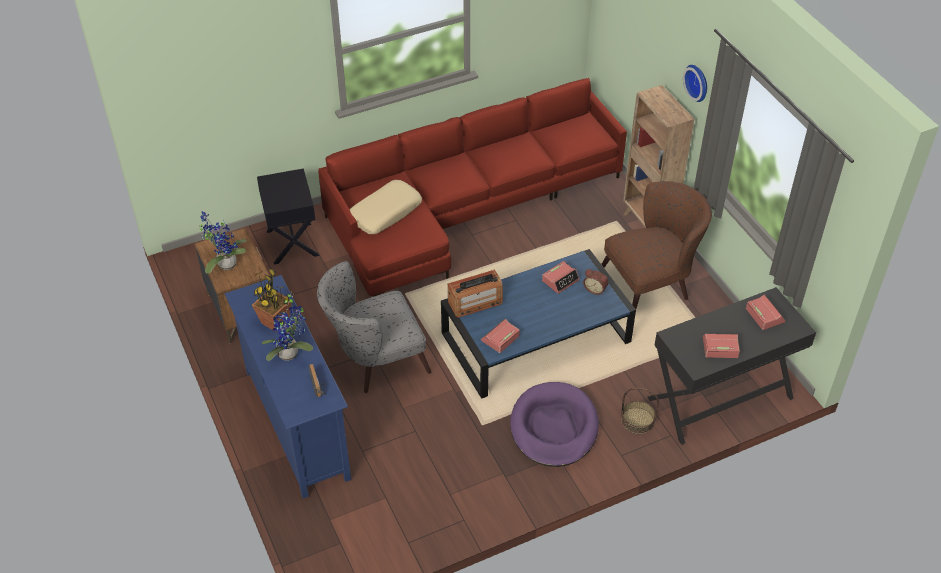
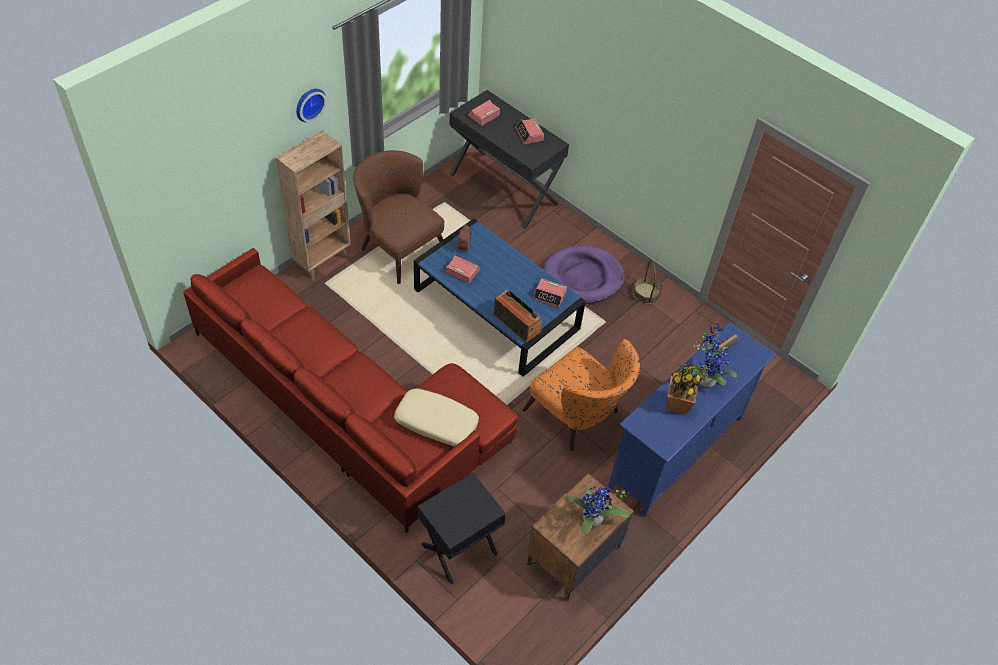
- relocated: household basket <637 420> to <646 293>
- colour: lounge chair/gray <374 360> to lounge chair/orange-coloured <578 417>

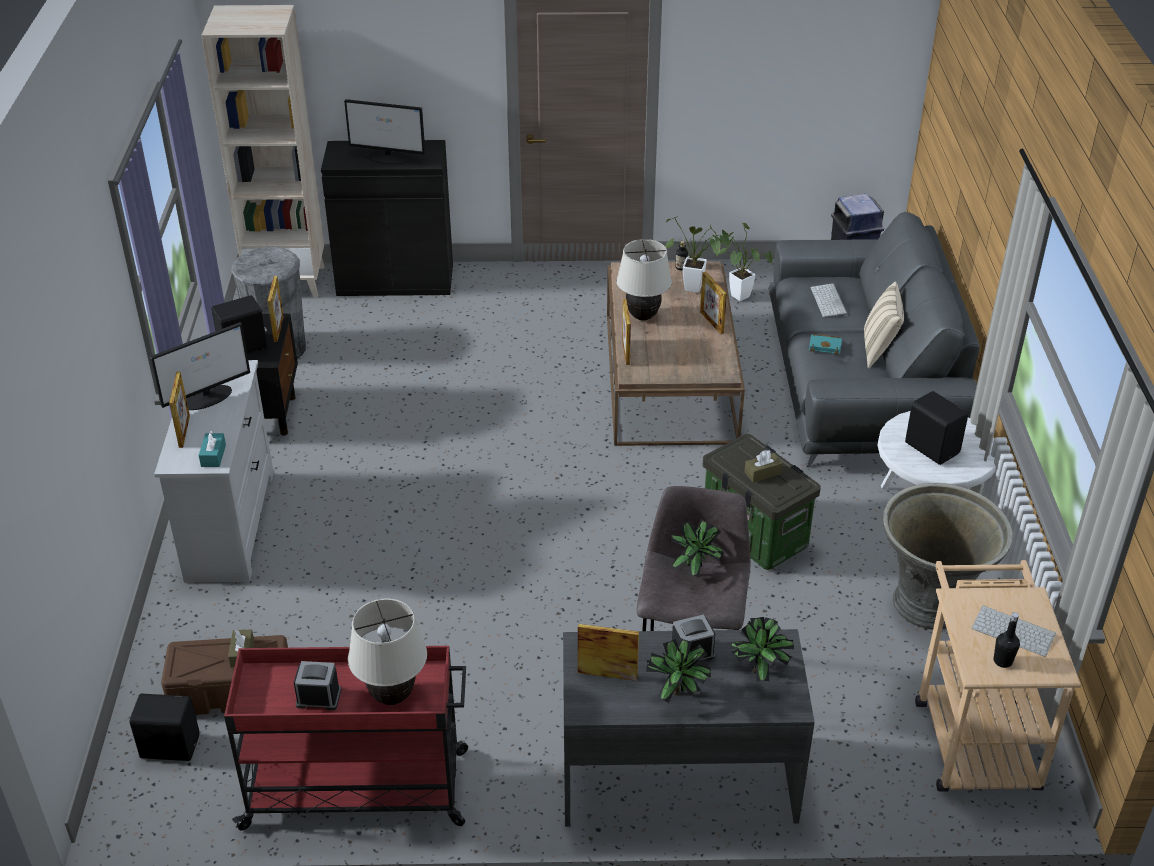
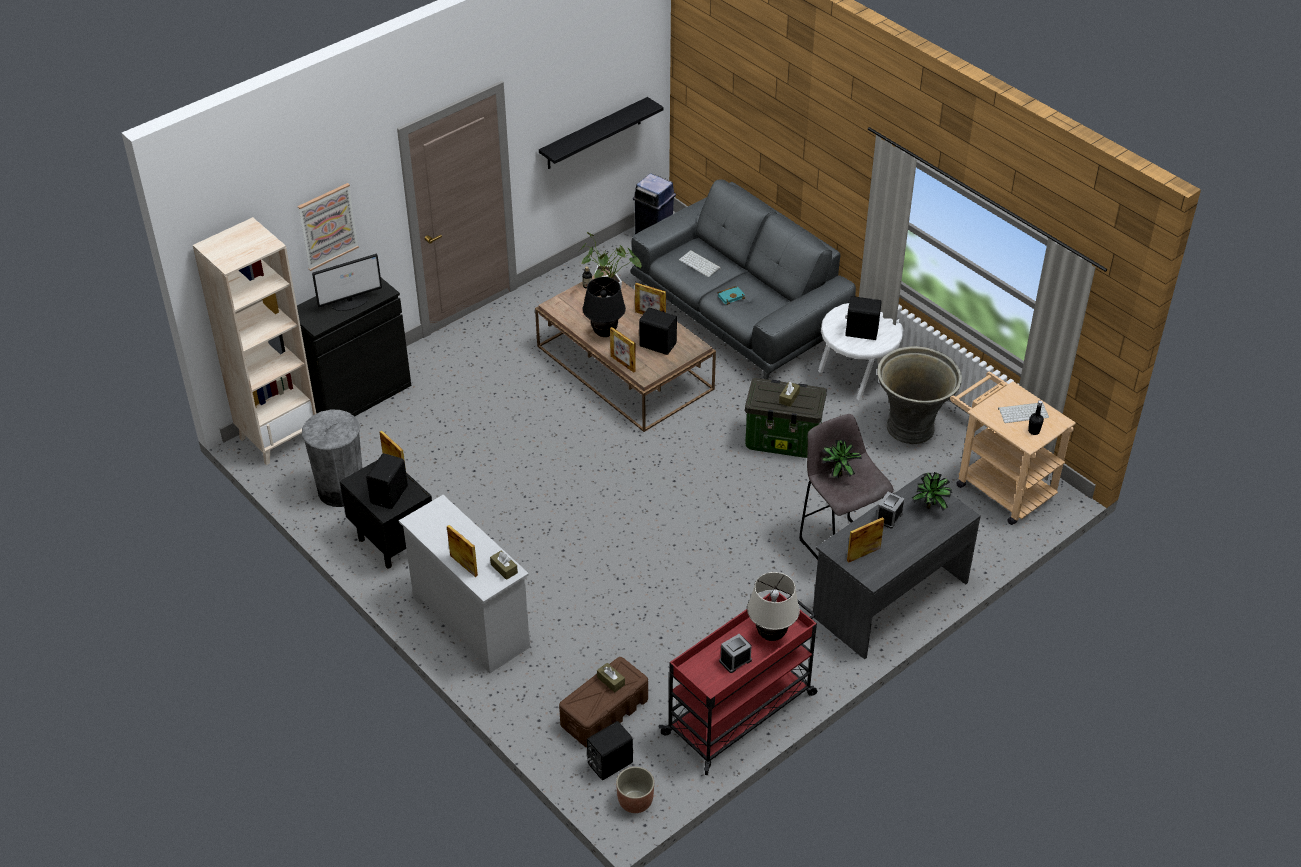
- missing: computer display <207 397>
- missing: plant in a pot <678 696>
- missing: throw pillow/beige-coloured <879 350>
- appeared: wall art <327 226>
- appeared: bracket shelf/blackish <594 134>
- appeared: planter <635 801>
- appeared: loudspeaker/blackish <657 344>
- colour: tissue box/turquoise <213 456> to tissue box/brown <504 568>
- colour: table lamp/beige-coloured <643 316> to table lamp/blackish <604 333>

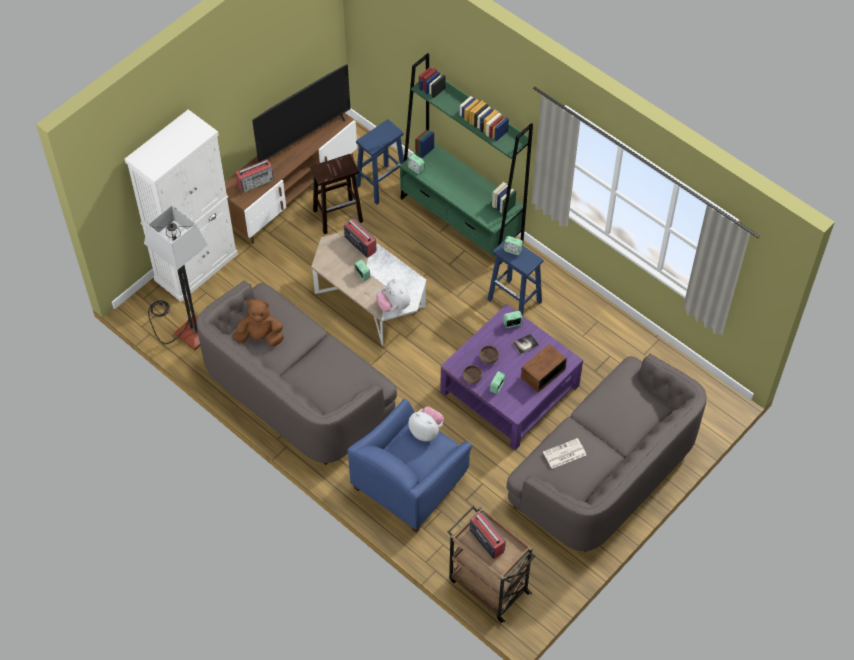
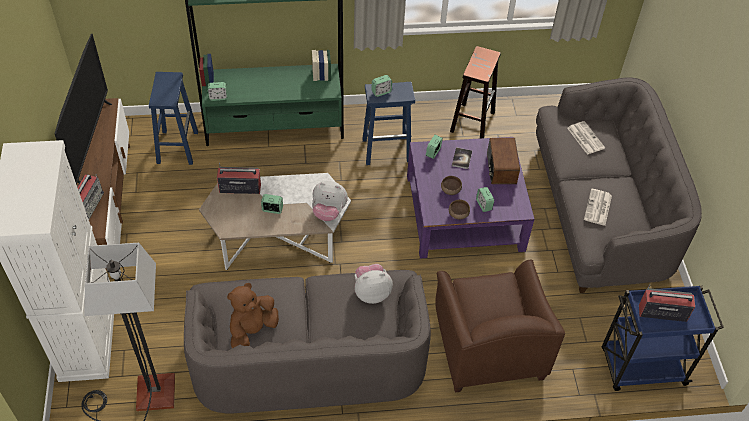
- appeared: printed paper <585 138>
- relocated: stool/brown <338 215> to <472 121>
- relocated: cuddly toy <426 431> to <371 292>
- colour: lounge chair/bluish <410 482> to lounge chair/brown <487 345>
- colour: trolley/brown <487 585> to trolley/bluish <641 367>

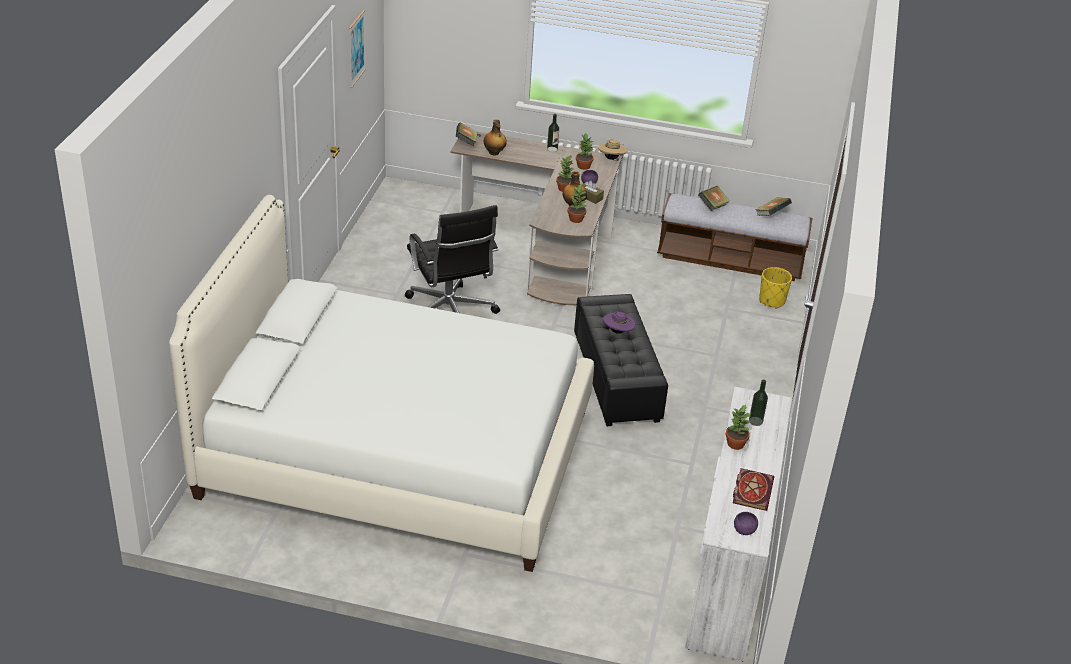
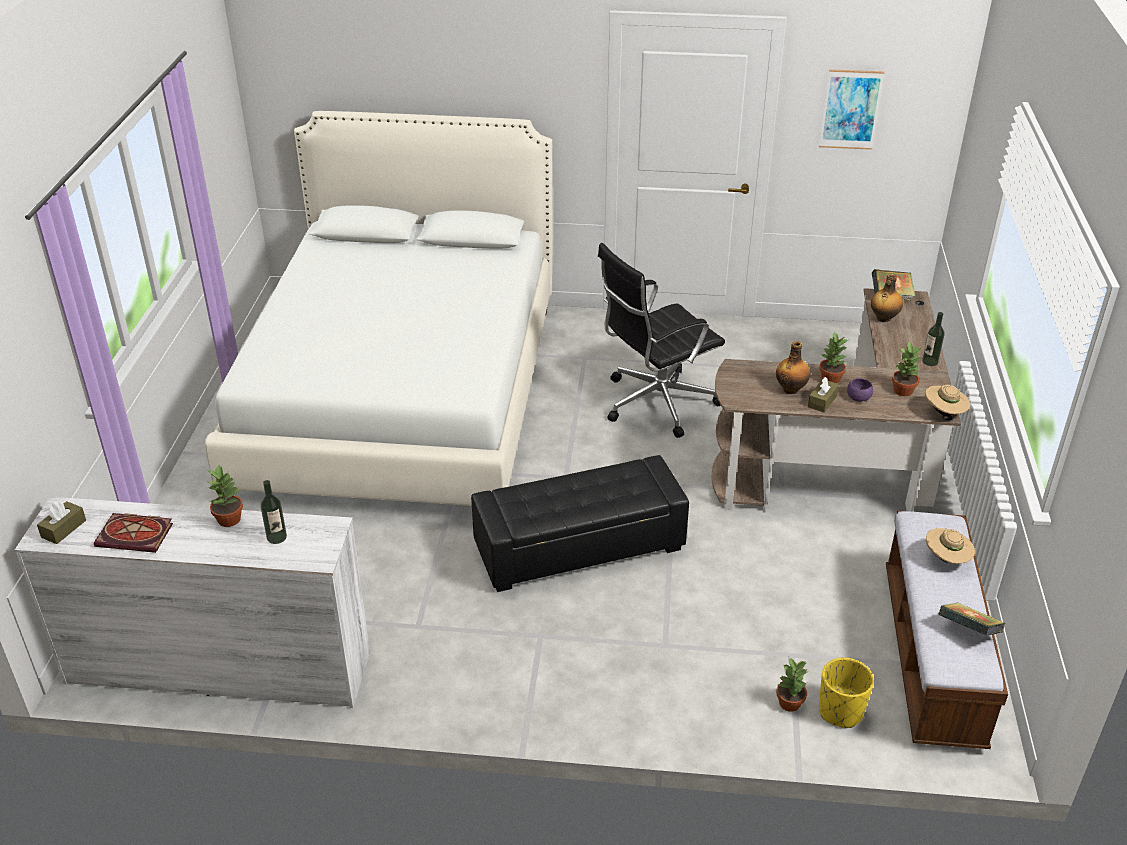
- missing: wearable hat/purplish <618 332>
- relocated: plant in a pot <576 219> to <790 703>
- exchanged: volume <712 206> to wearable hat/beige-coloured <946 559>
- exchanged: serving bowl/purplish <744 530> to tissue box/brown <64 529>

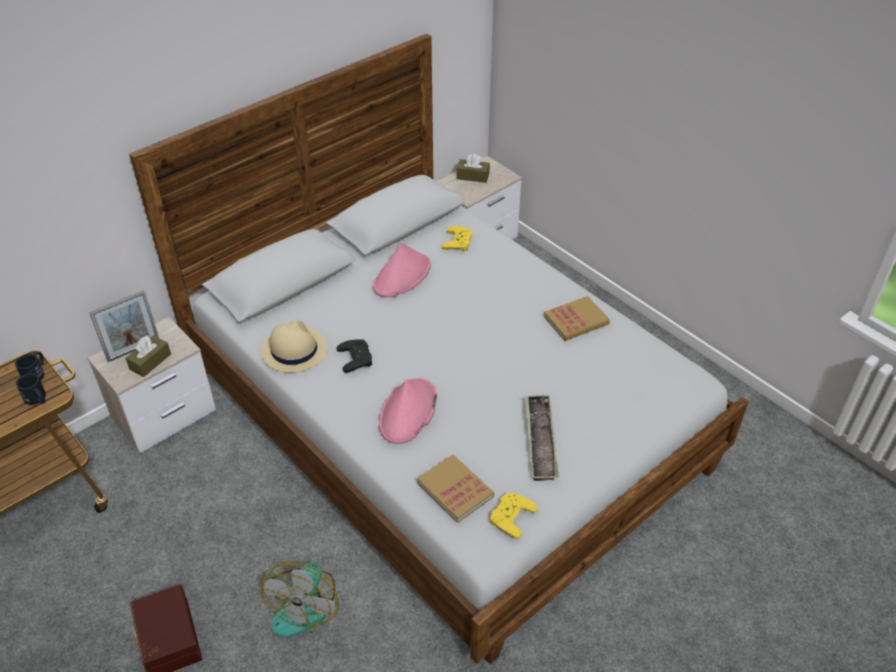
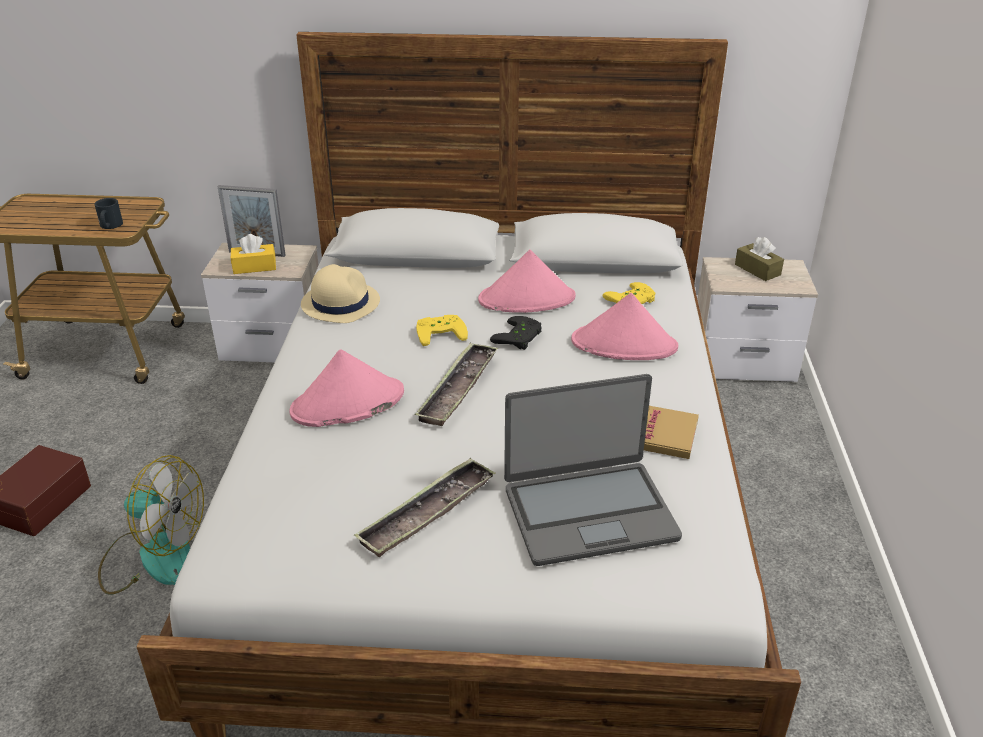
- missing: mug/blackish <36 373>
- missing: volume <455 490>
- appeared: tray <458 389>
- appeared: laptop <589 512>
- appeared: wearable hat/pink <624 344>
- relocated: game controller/blackish <358 357> to <520 337>
- relocated: game controller/yellow-coloured <509 515> to <440 332>
- colour: tissue box/brown <150 361> to tissue box/yellow-coloured <254 267>
- spun: electric fan <304 604> = <153 556> 135 degrees counterclockwise

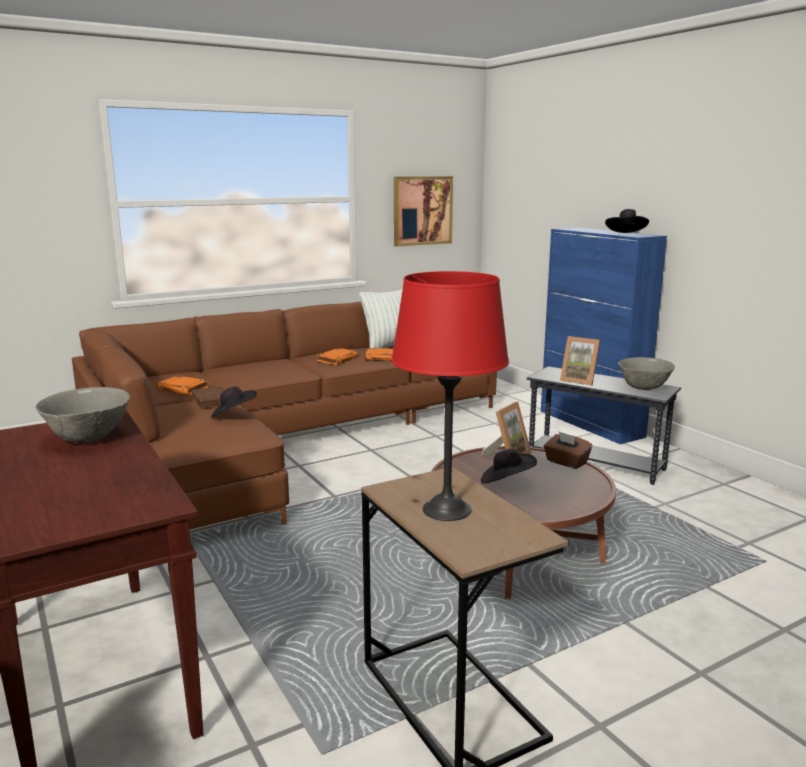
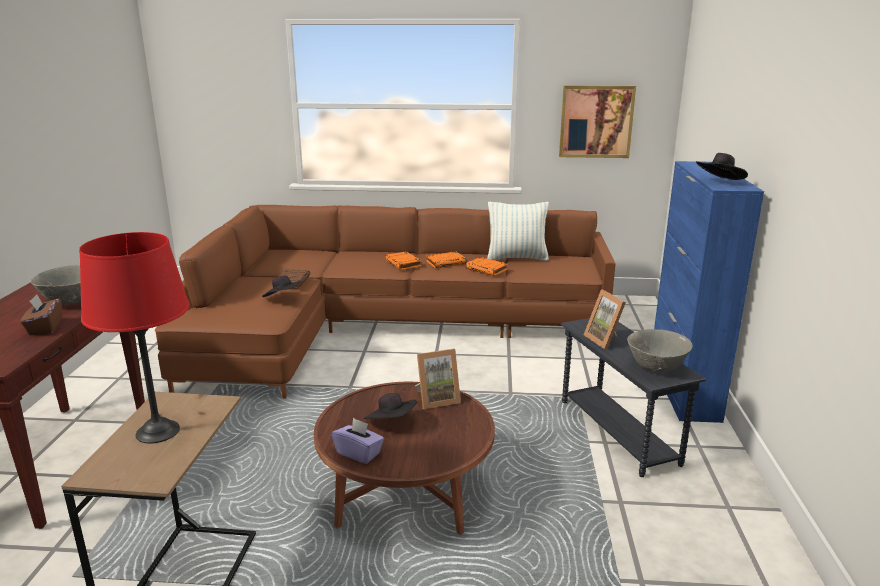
- appeared: tissue box/purplish <359 453>
- relocated: volume/orange-coloured <184 389> to <403 263>
- relocated: tissue box/brown <566 462> to <45 328>

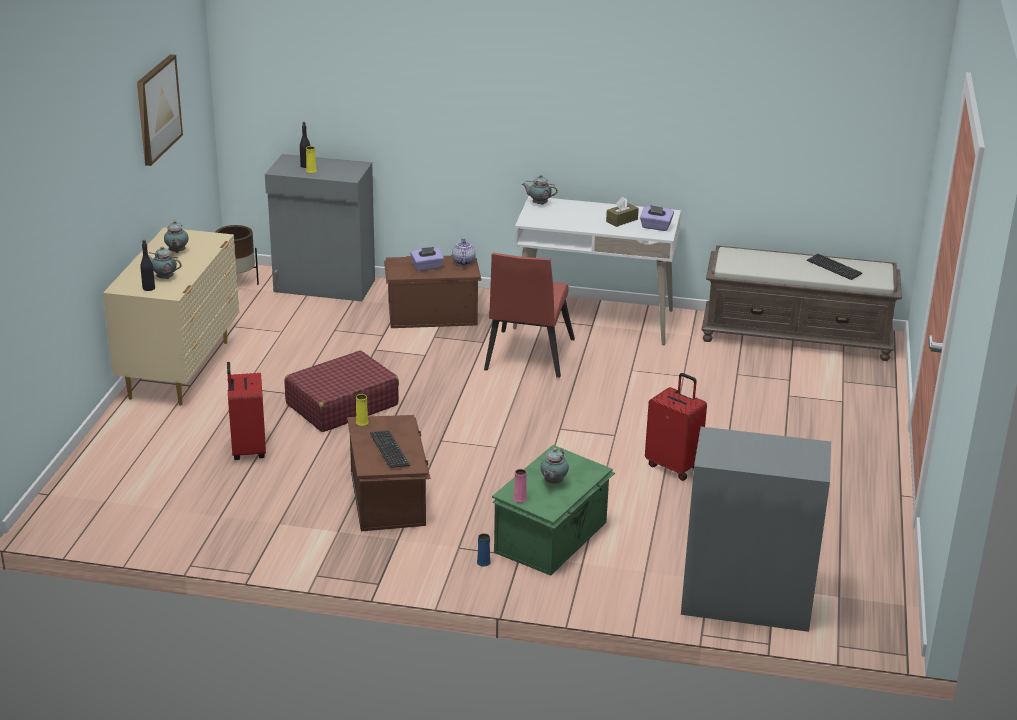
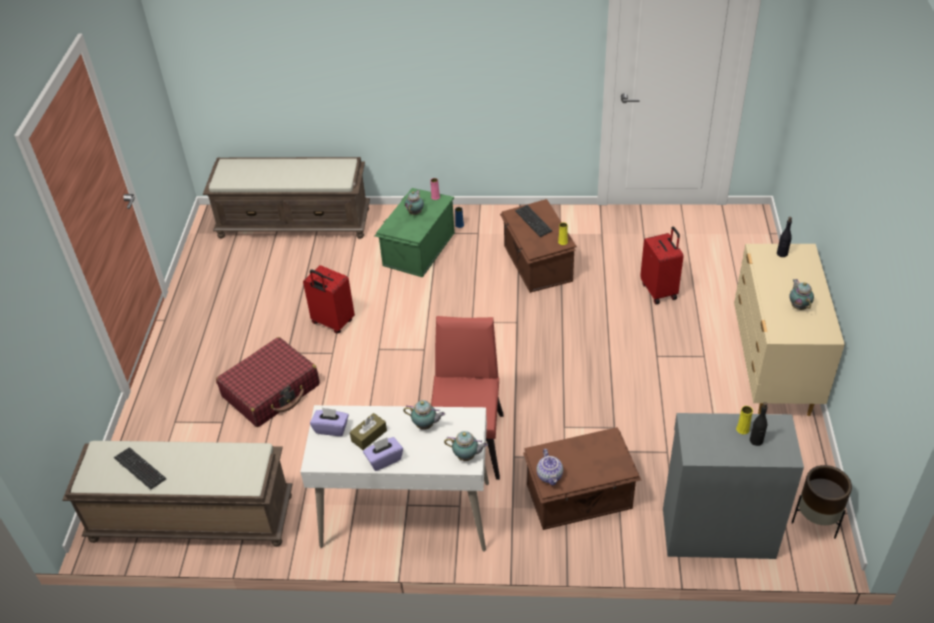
- missing: wall art <157 109>
- relocated: tea pot <164 278> to <426 425>
- relocated: piece of luggage/reddish <341 405> to <271 391>
- relocated: tissue box/purplish <427 267> to <384 459>
- exchanged: cabinet/gray <745 600> to bench/brown <295 222>

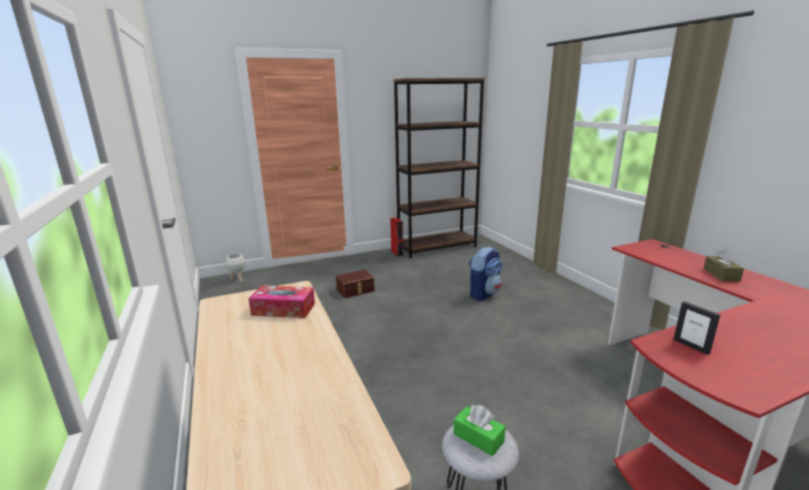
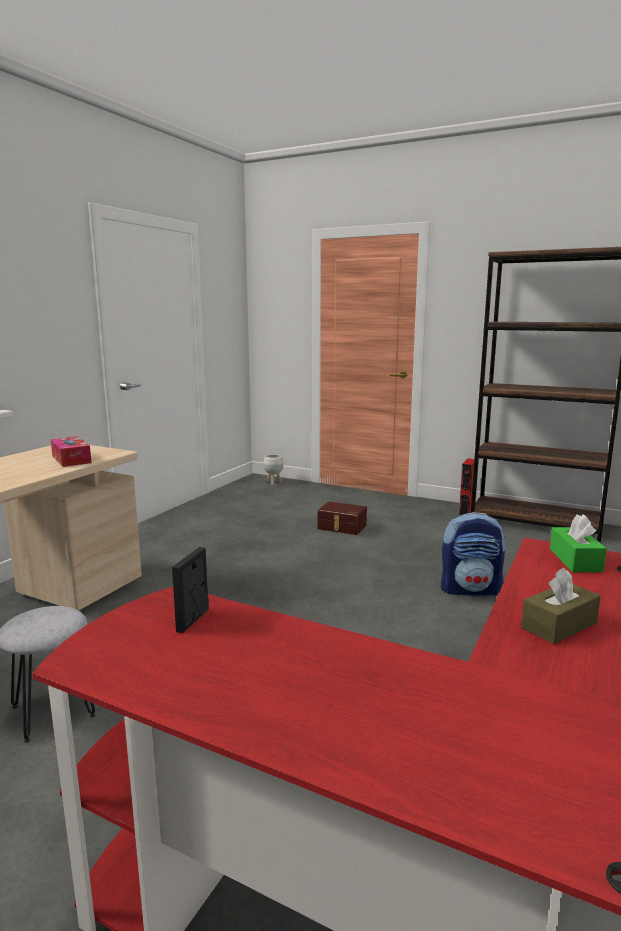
- relocated: tissue box/green-coloured <478 438> to <575 560>

